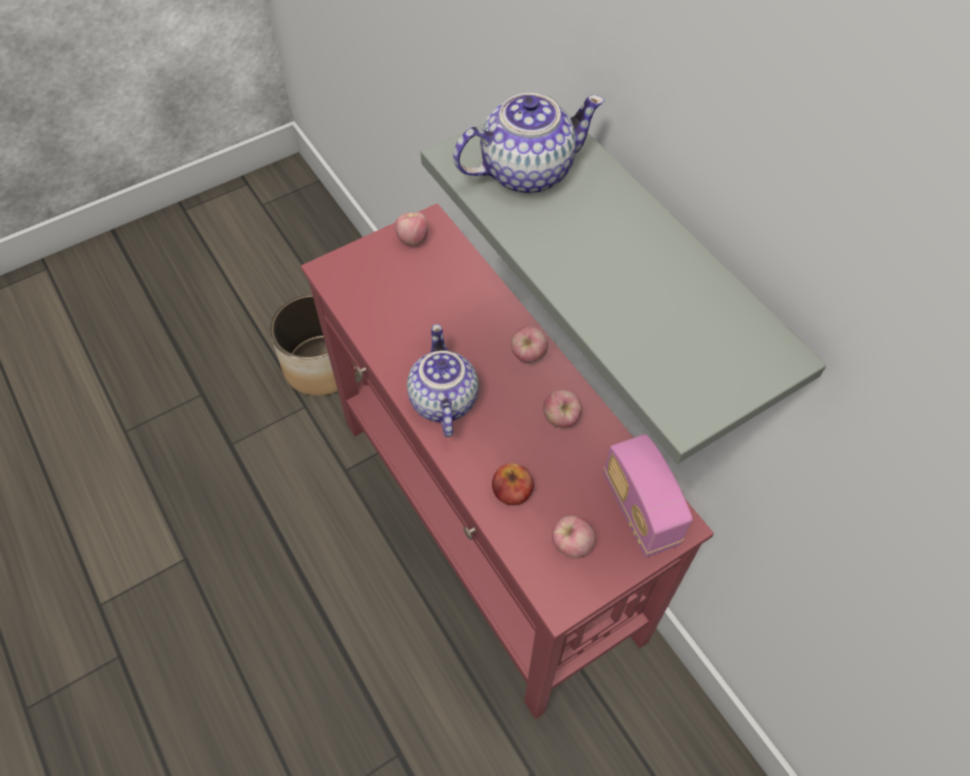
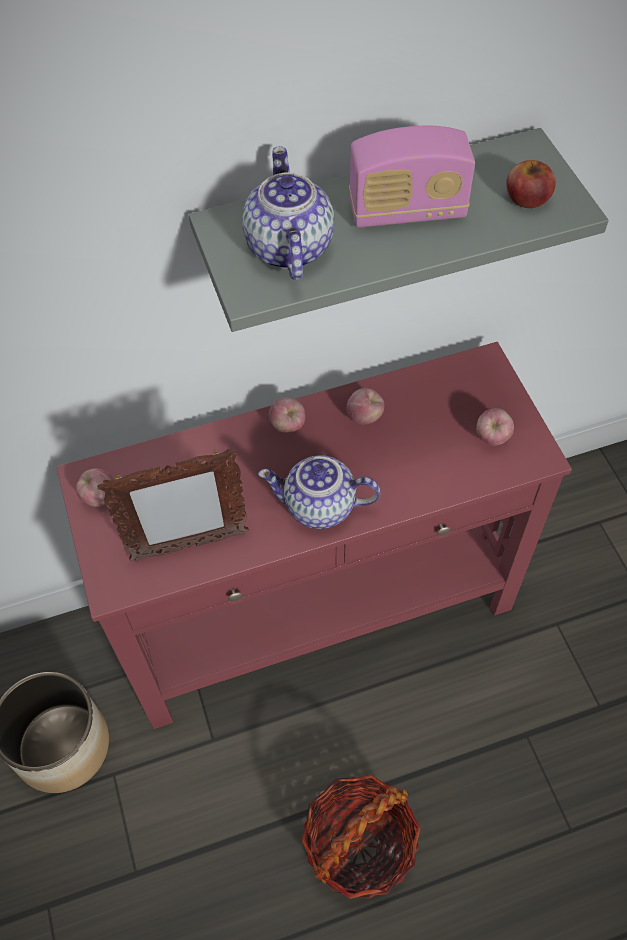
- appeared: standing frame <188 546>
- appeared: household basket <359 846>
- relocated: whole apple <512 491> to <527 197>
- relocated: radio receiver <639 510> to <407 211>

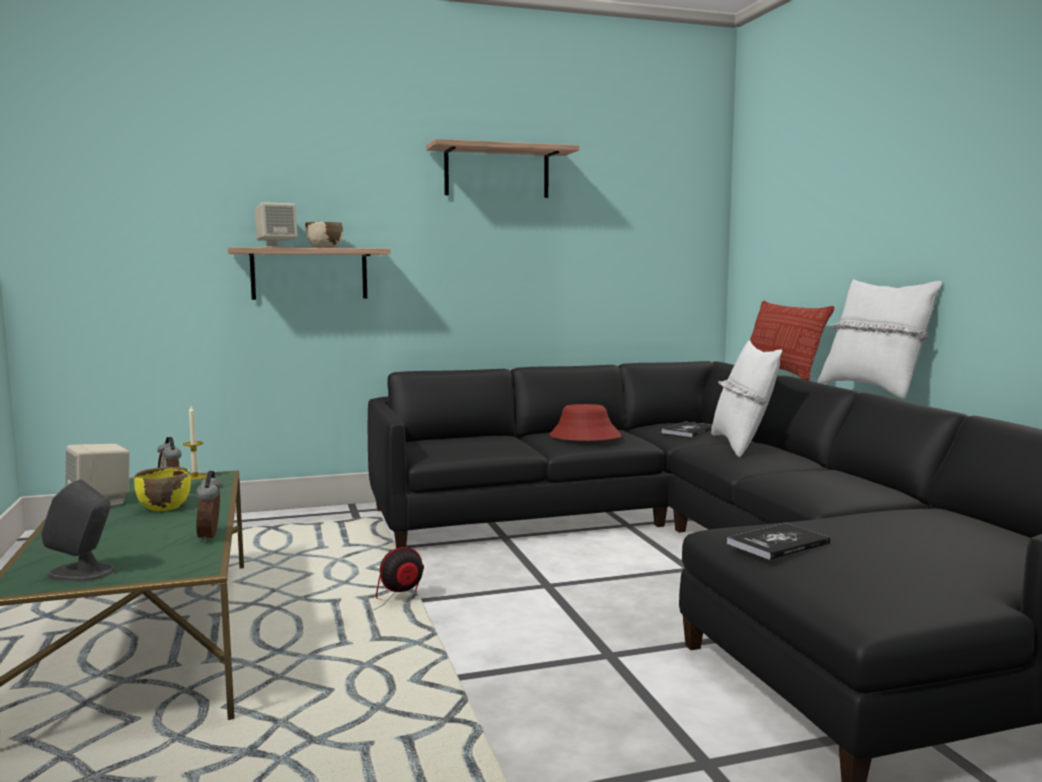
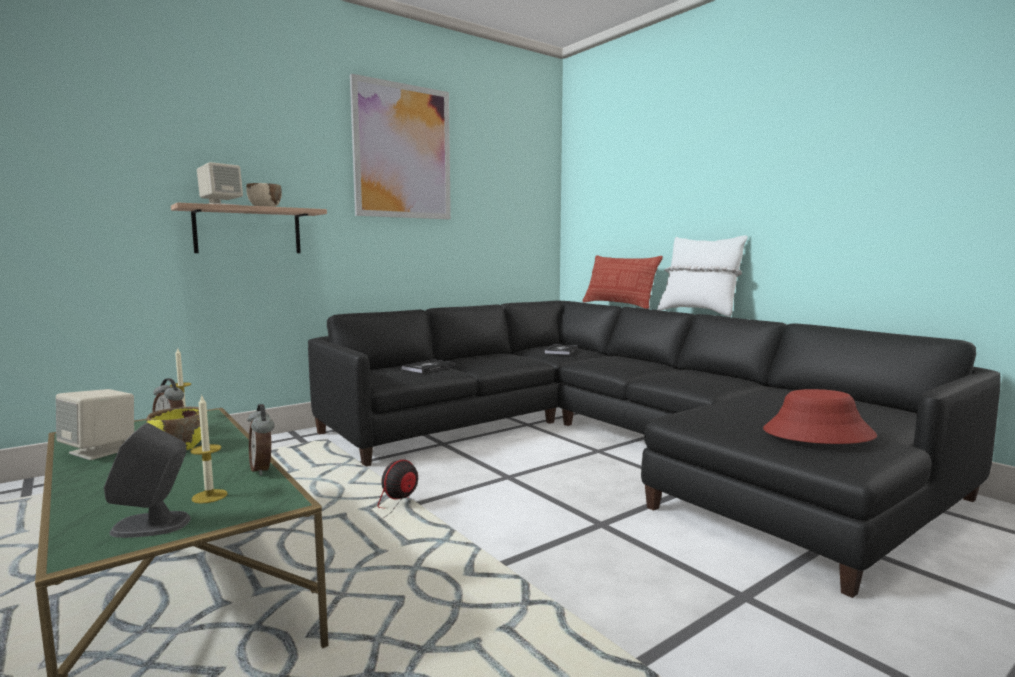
- missing: throw pillow/white <741 445>
- appeared: candle <209 496>
- relocated: wearable hat/reddish <584 437> to <818 433>
- relocated: volume <778 543> to <428 367>
- exchanged: bracket shelf <497 172> to wall art <402 152>

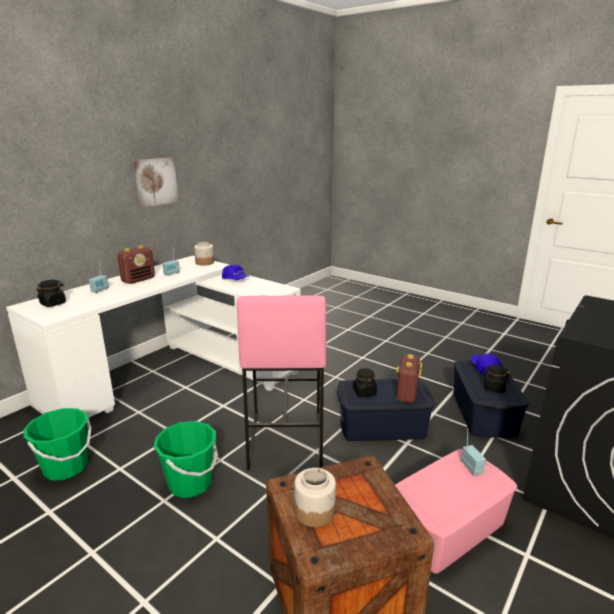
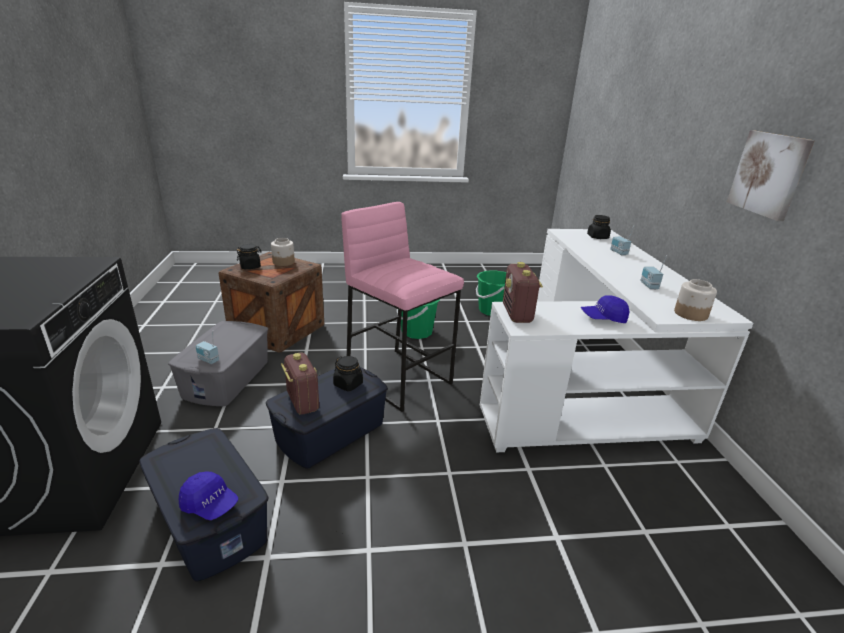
- relocated: radio receiver <138 280> to <517 314>
- relocated: storage jar/blackish <494 388> to <250 266>
- colour: storage box/pink <446 527> to storage box/gray <227 379>

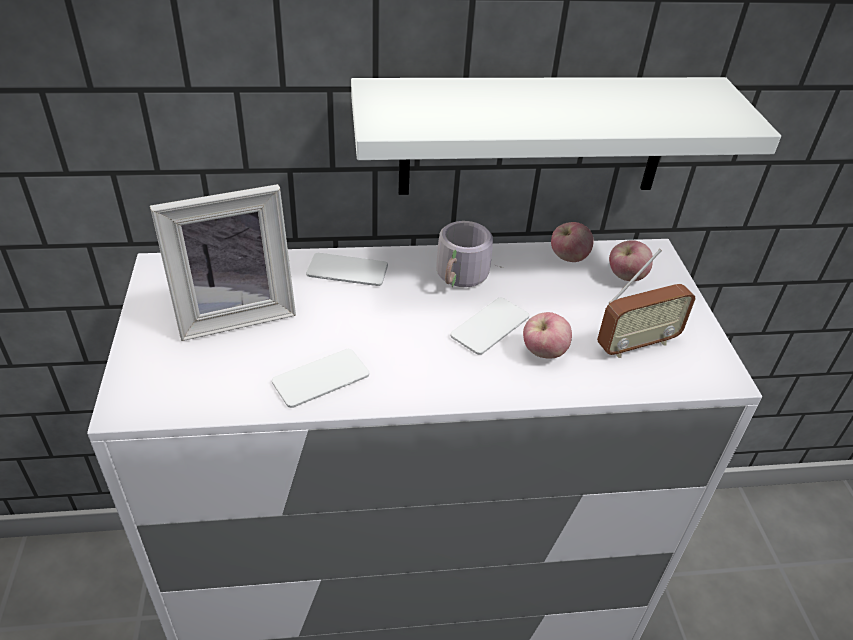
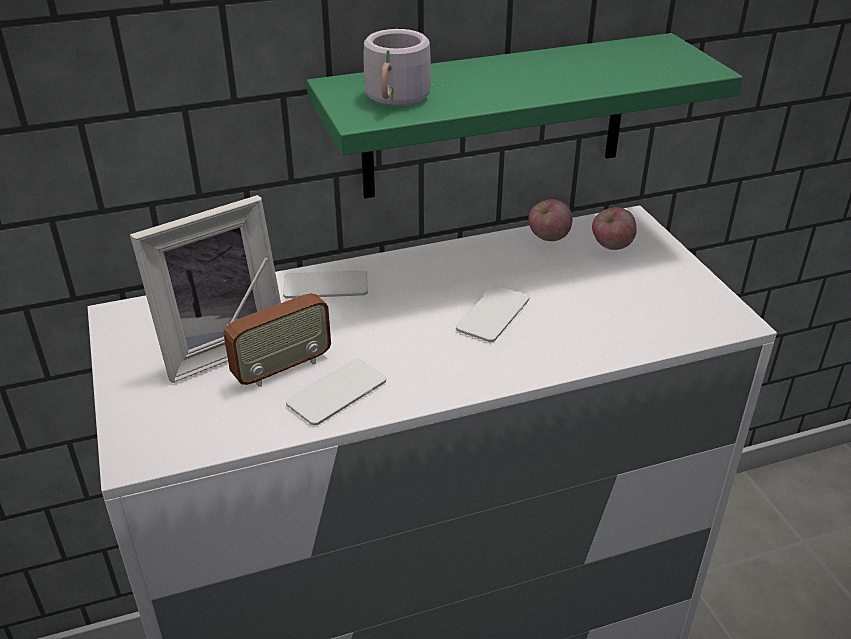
- missing: whole apple <543 353>
- relocated: mug/gray <462 278> to <399 100>
- relocated: radio receiver <636 344> to <282 368>
- colour: bracket shelf/white <534 136> to bracket shelf/green-coloured <496 117>

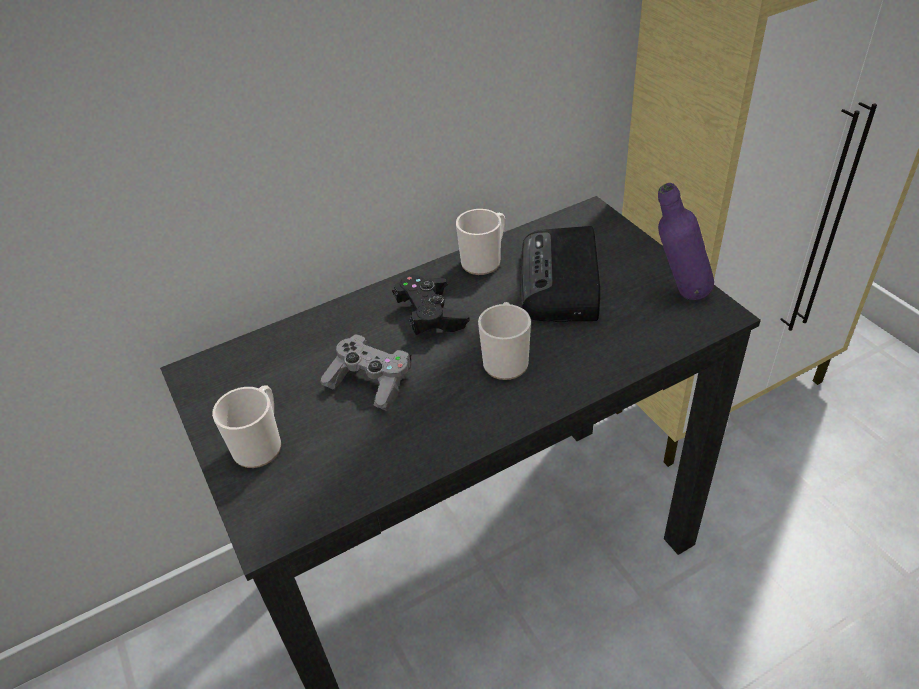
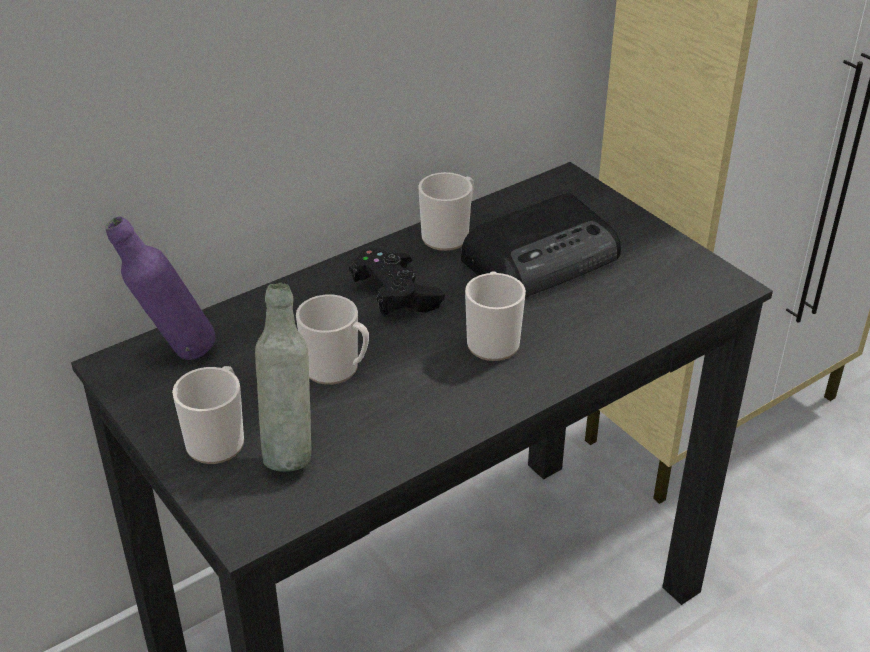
- appeared: bottle/gray <289 450>
- relocated: bottle/purplish <677 295> to <175 354>
- exchanged: game controller/gray <370 382> to mug <337 369>
- spun: radio receiver <561 283> = <544 258> 120 degrees counterclockwise

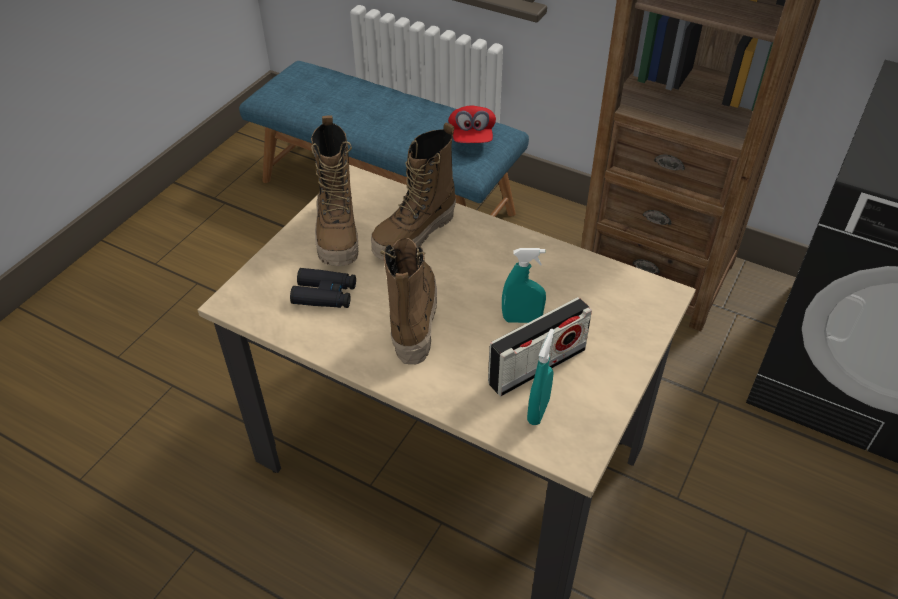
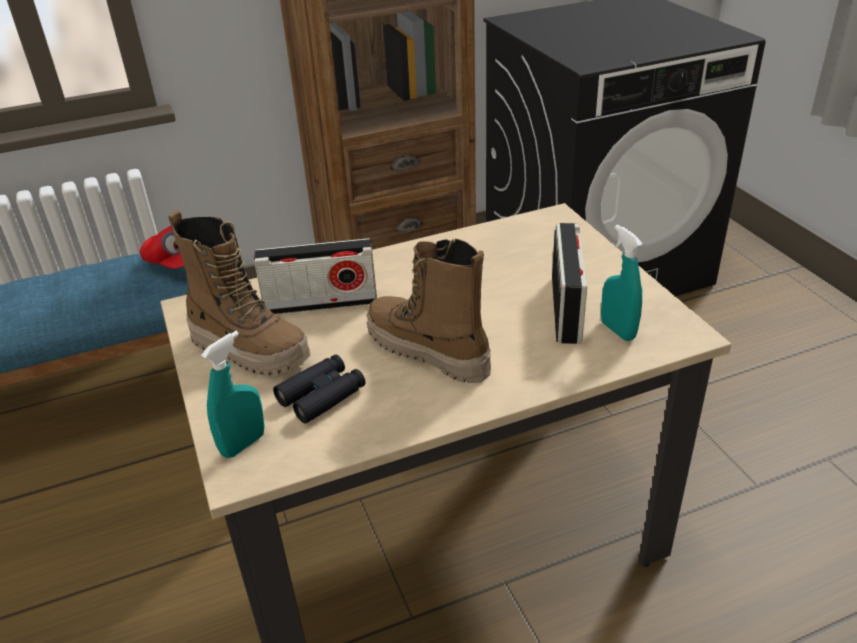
- relocated: hand sprayer/turquoise <522 319> to <243 444>
- exchanged: tall boot <415 235> to radio receiver <321 303>

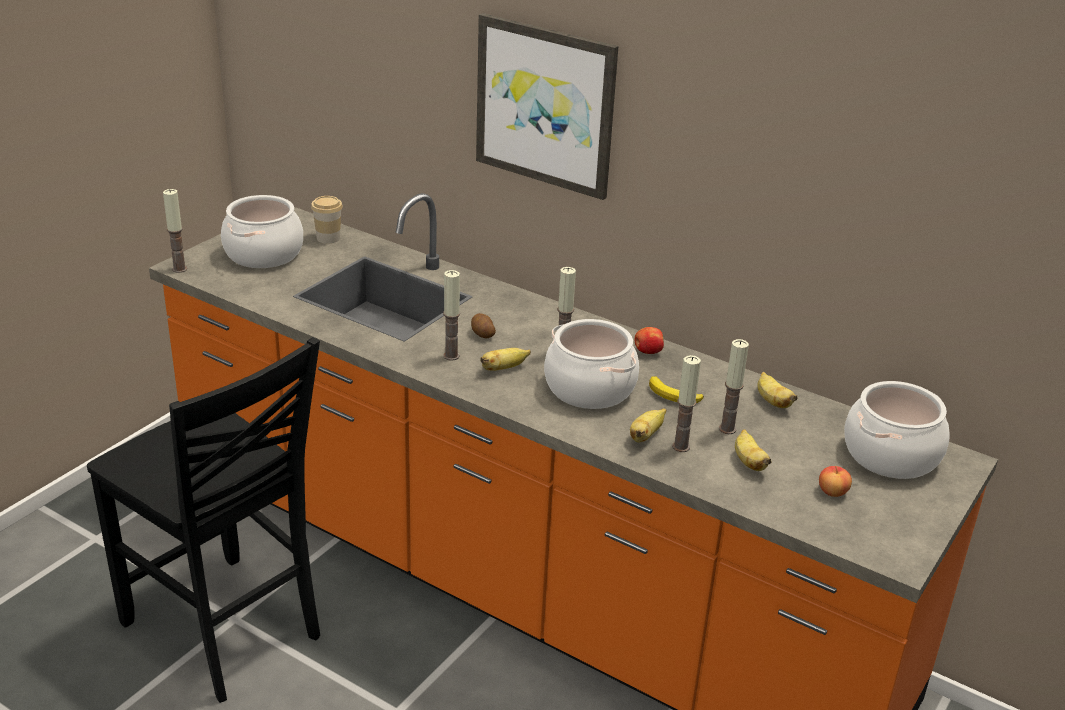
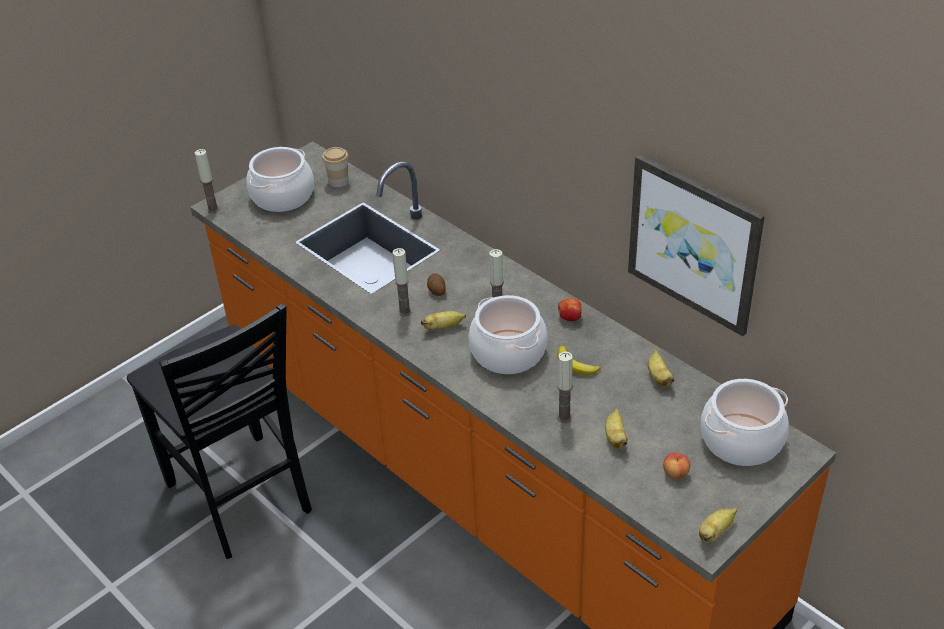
- missing: candle <727 429>
- relocated: wall art <546 105> to <694 243>
- relocated: banana fruit <646 435> to <715 532>

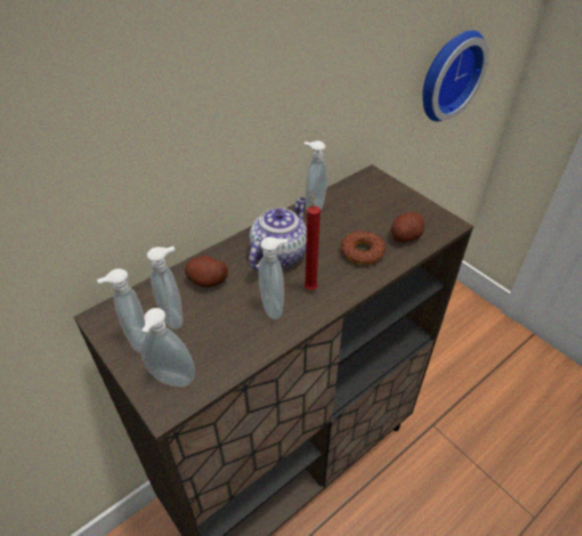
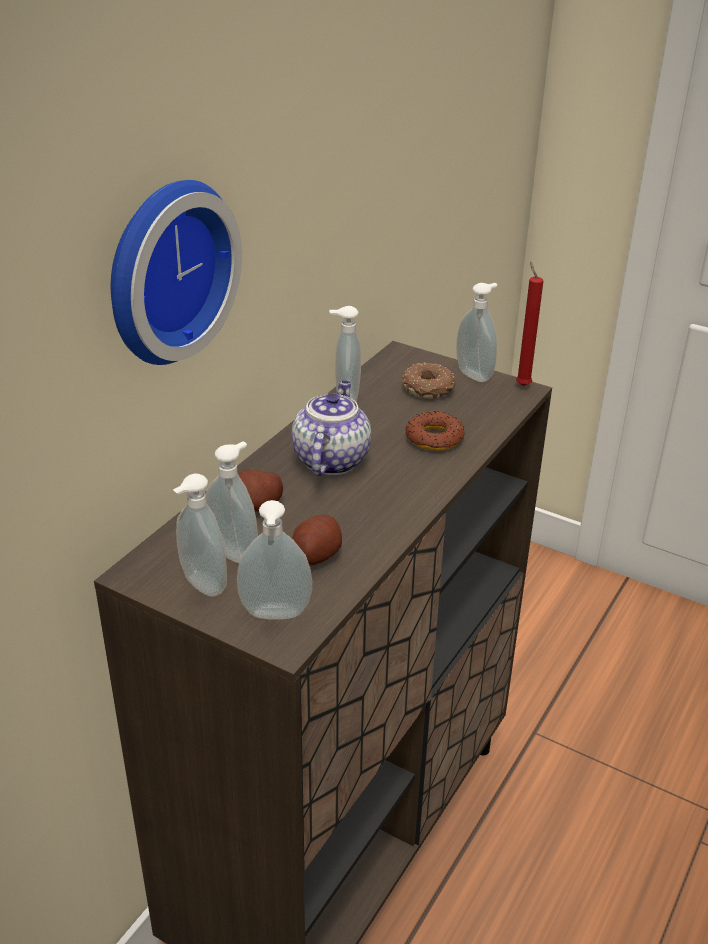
- appeared: donut <428 389>
- relocated: liquid soap bottle <274 307> to <476 374>
- relocated: candle/reddish <310 287> to <522 384>
- relocated: whole potato <405 236> to <316 555>
- relocated: hanging clock <448 75> to <163 270>

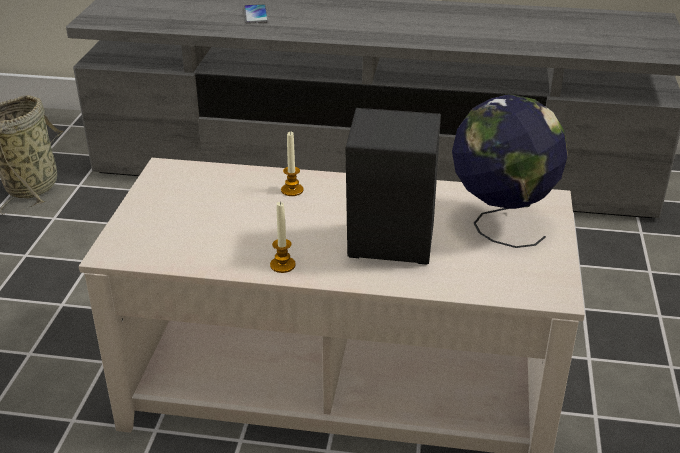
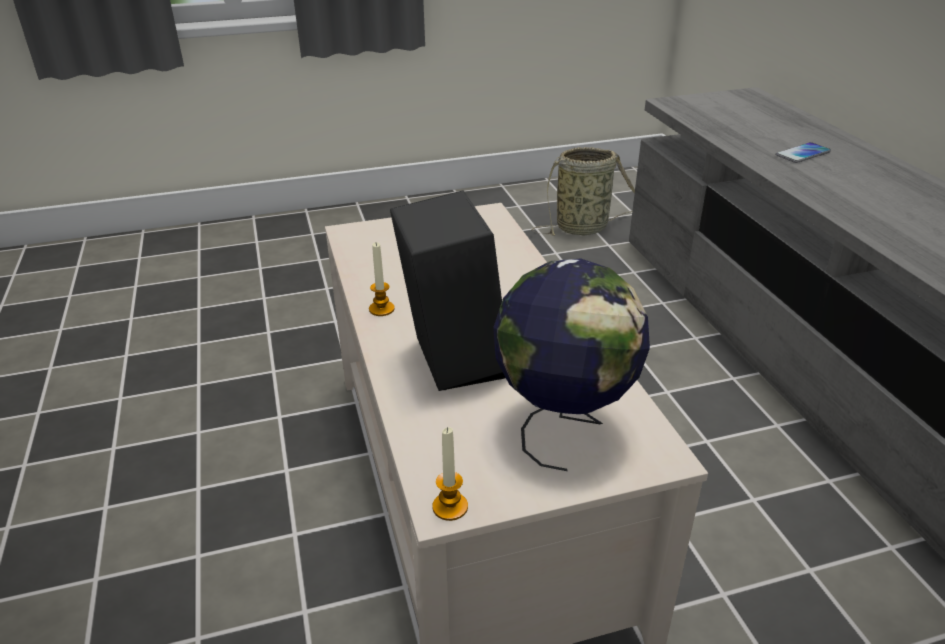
- relocated: candle <292 190> to <450 507>

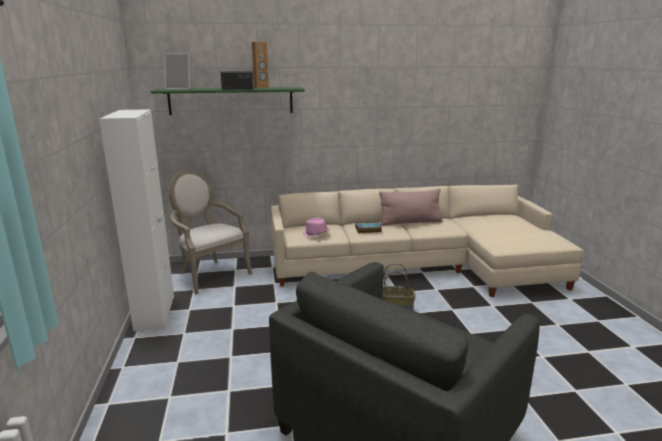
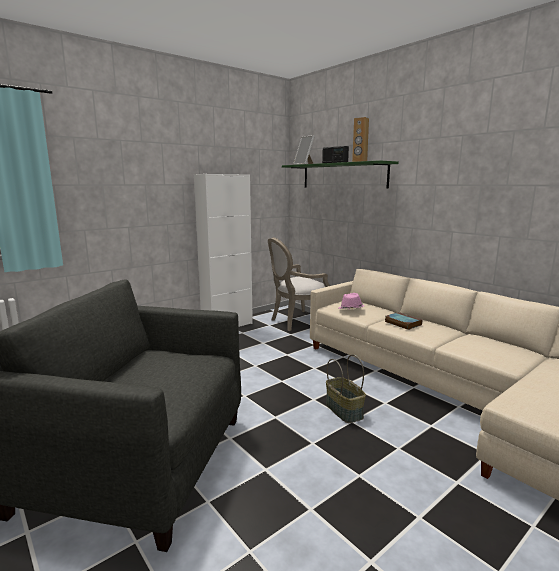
- missing: throw pillow/pink <410 222>
- spun: lounge chair <210 274> = <296 322> 135 degrees counterclockwise

